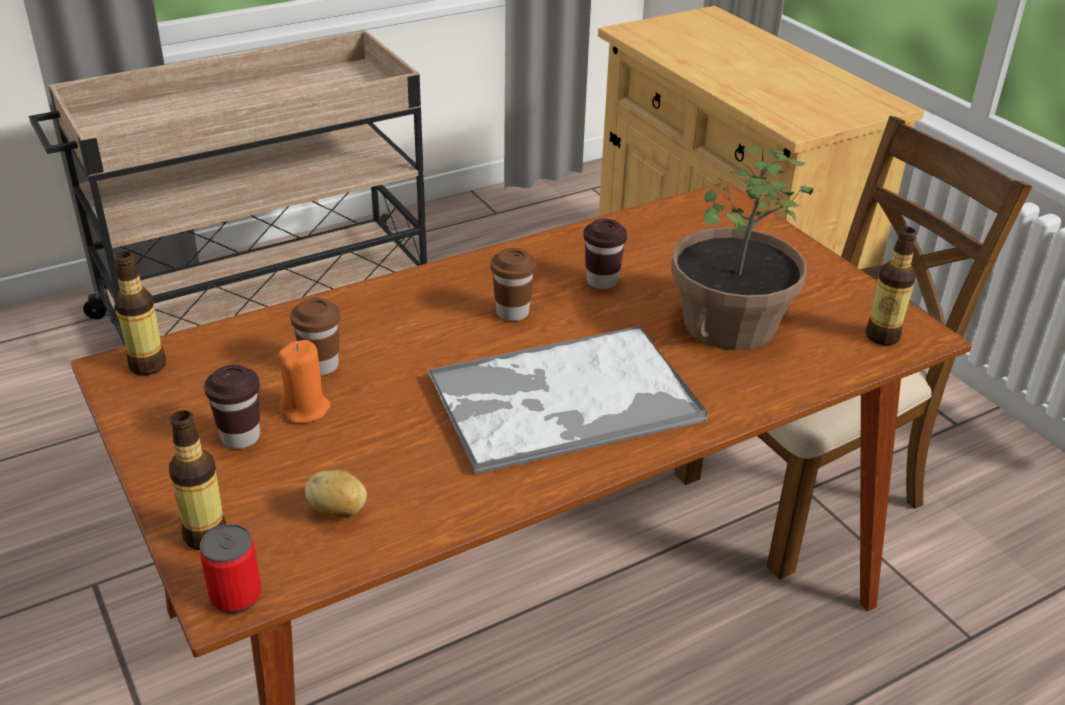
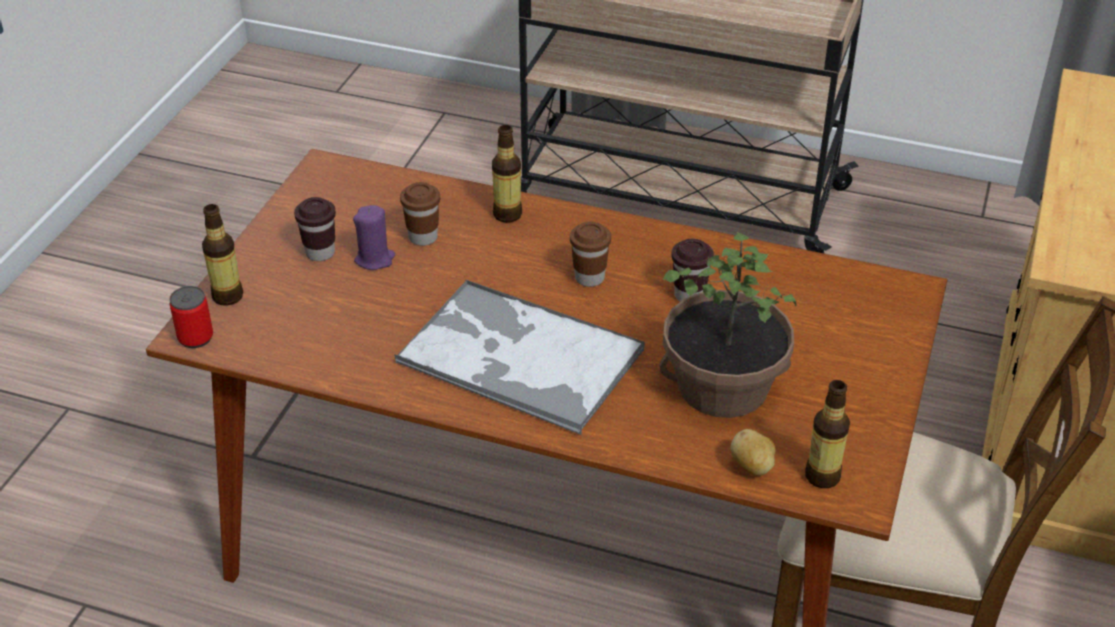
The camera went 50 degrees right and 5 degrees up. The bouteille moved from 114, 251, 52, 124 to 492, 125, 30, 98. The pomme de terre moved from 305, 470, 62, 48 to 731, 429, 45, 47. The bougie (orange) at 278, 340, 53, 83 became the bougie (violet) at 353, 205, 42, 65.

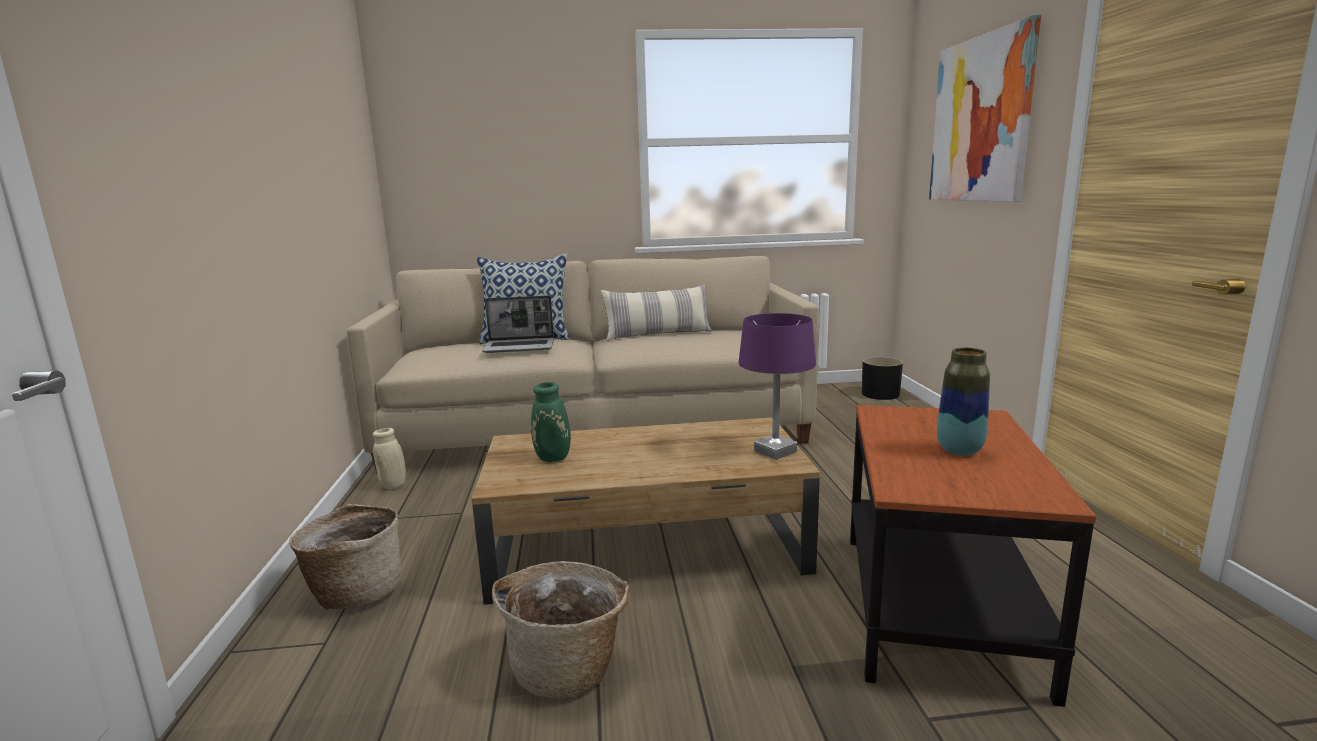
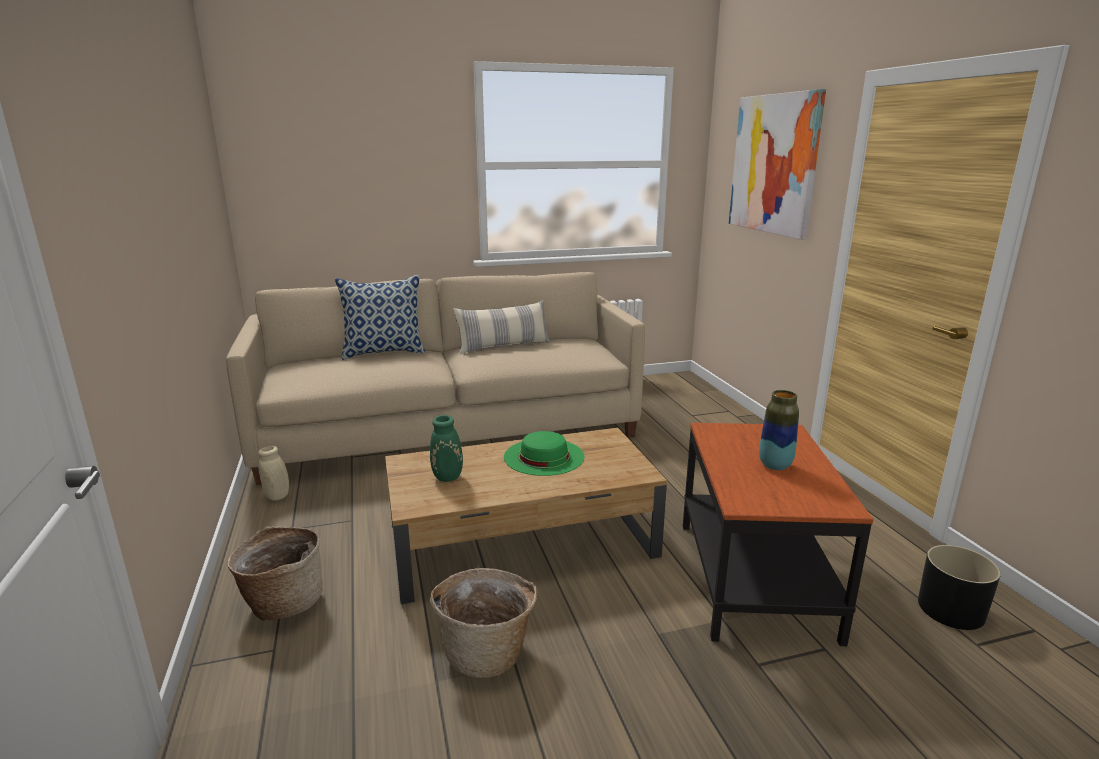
The camera went 10 degrees left and 5 degrees up. The ordinateur portable at 482, 296, 72, 57 disappeared. The lampe de table (violet) at 738, 313, 78, 147 disappeared. The chapeau (vert) at 504, 431, 80, 45 appeared. The cache-pot (noir) moved from 862, 357, 41, 43 to 918, 545, 83, 85.

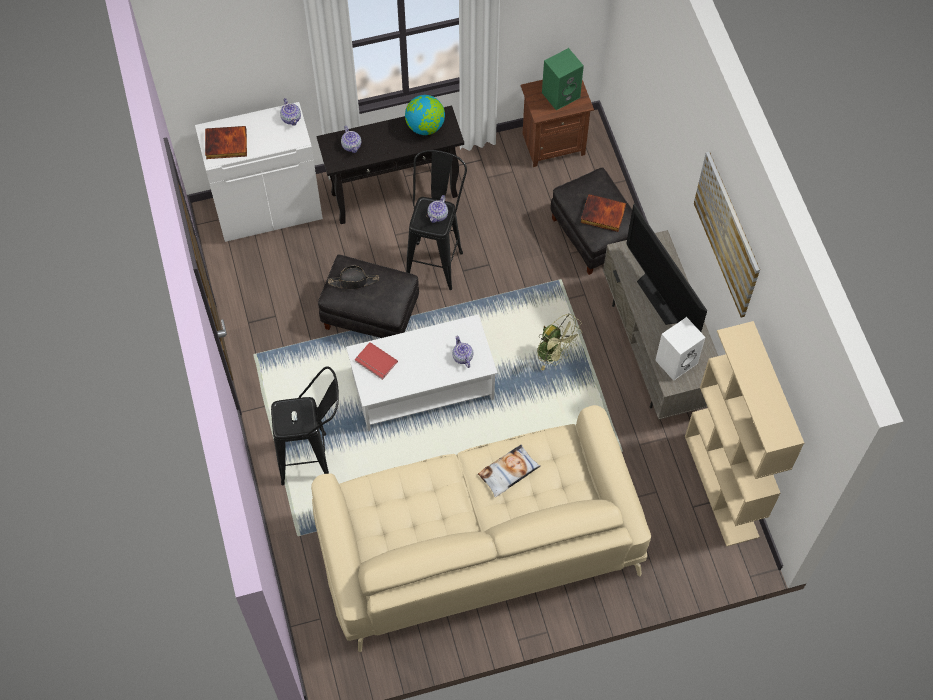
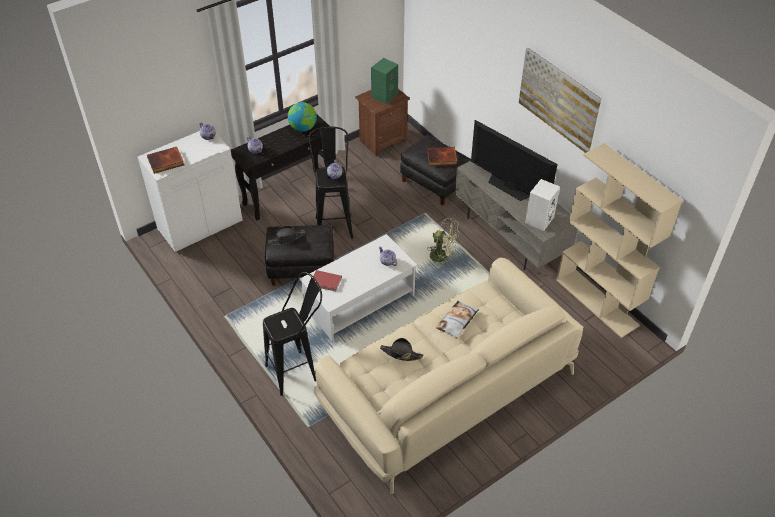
The camera went 20 degrees left and 15 degrees down. The chapeau (noir) at 380, 338, 43, 23 appeared.

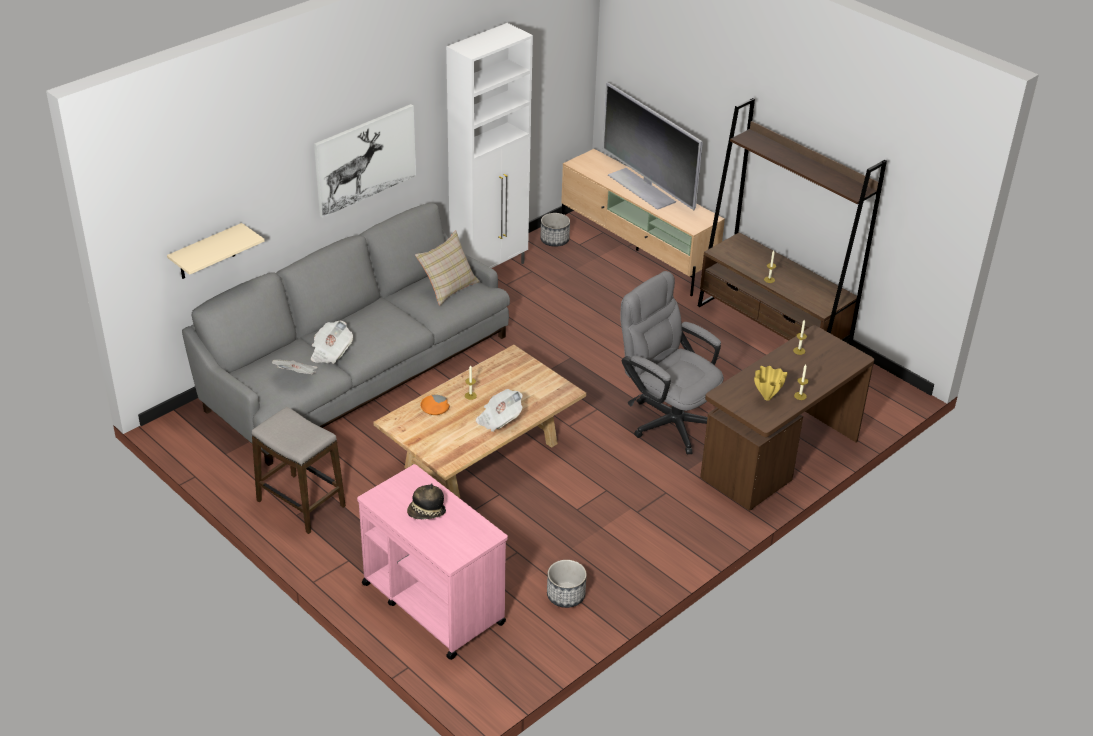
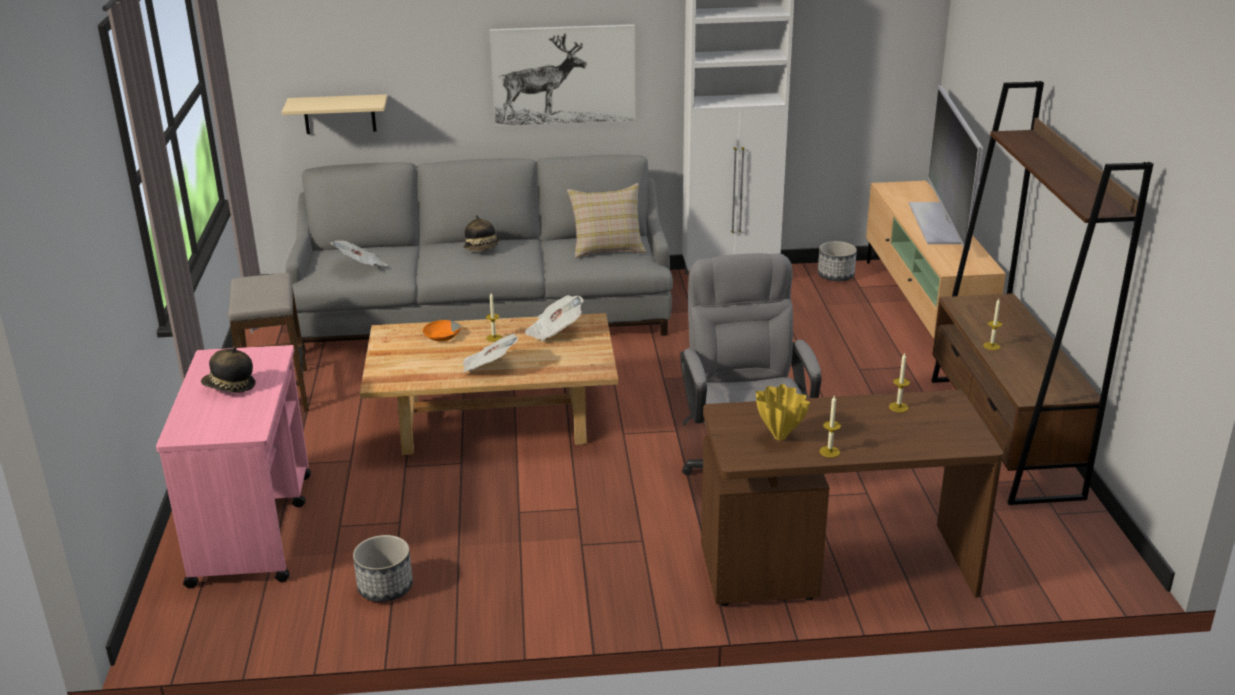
The camera went 40 degrees right and 10 degrees down. The chapeau at 463, 215, 37, 36 appeared. The journal moved from 311, 321, 42, 42 to 525, 295, 59, 46.

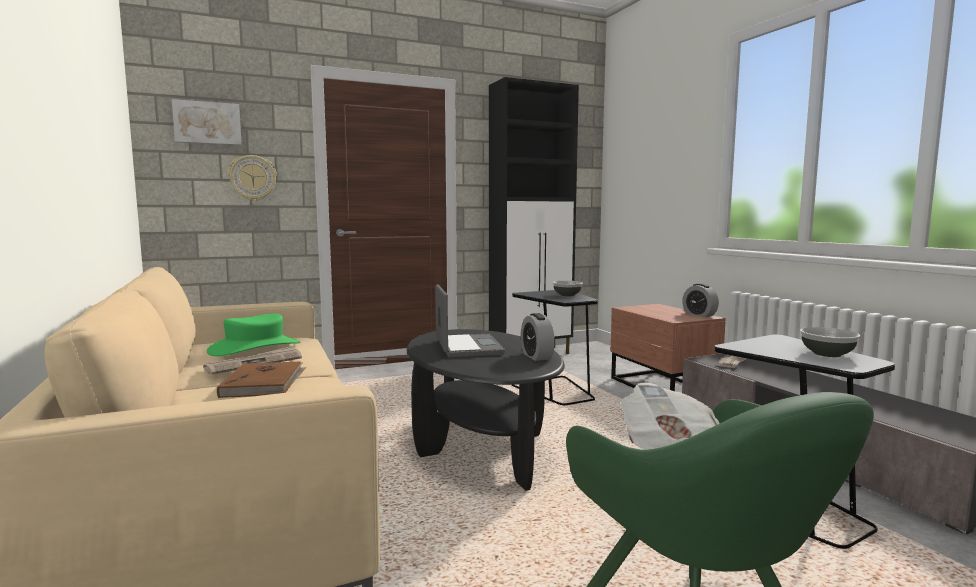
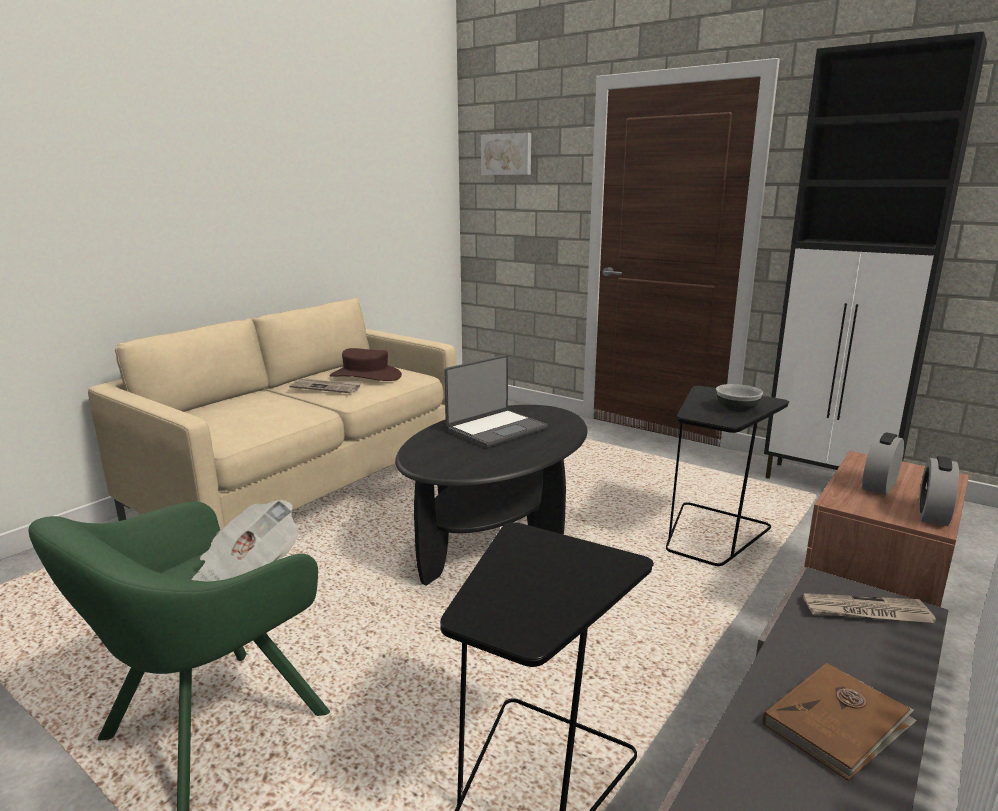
The camera went 60 degrees right and 10 degrees up. The horloge murale at 228, 155, 49, 46 disappeared. The bol at 800, 327, 60, 30 disappeared. The livre (marron) moved from 217, 362, 89, 36 to 763, 663, 154, 118. The réveil moved from 521, 313, 34, 48 to 862, 432, 42, 64. The chapeau (vert) at 207, 314, 93, 42 became the chapeau (marron) at 330, 348, 72, 33.

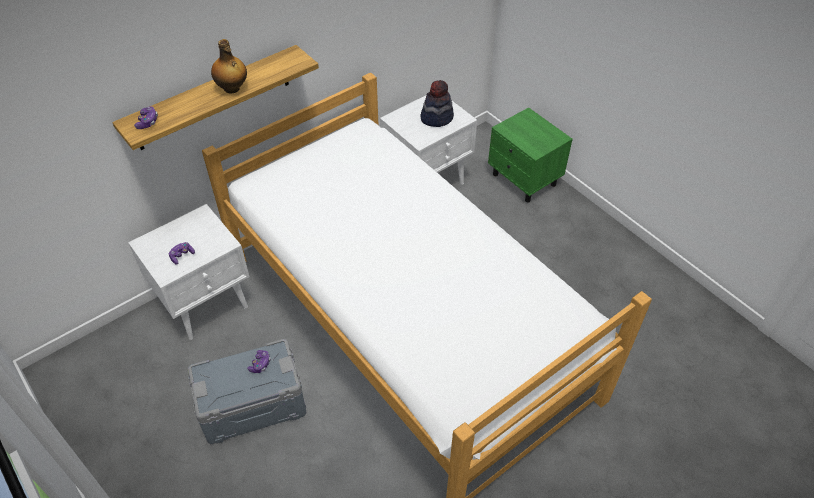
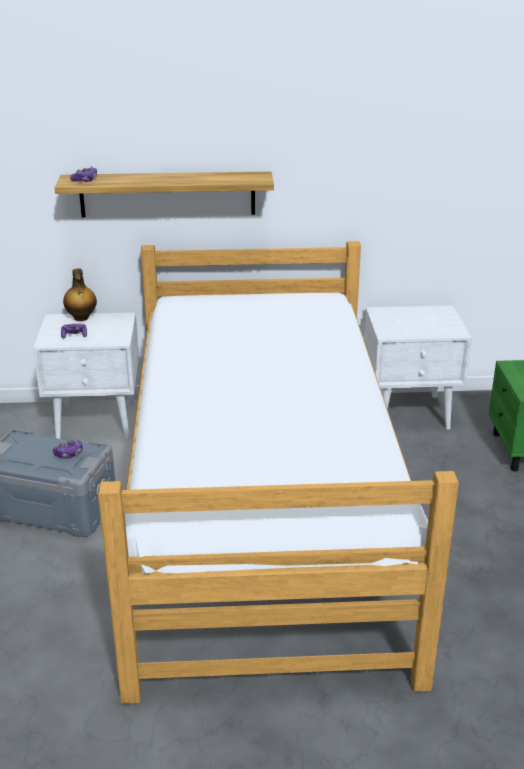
The camera went 35 degrees right and 20 degrees down. The chapeau at 420, 80, 34, 47 disappeared. The bouteille moved from 211, 39, 36, 55 to 63, 268, 34, 53.

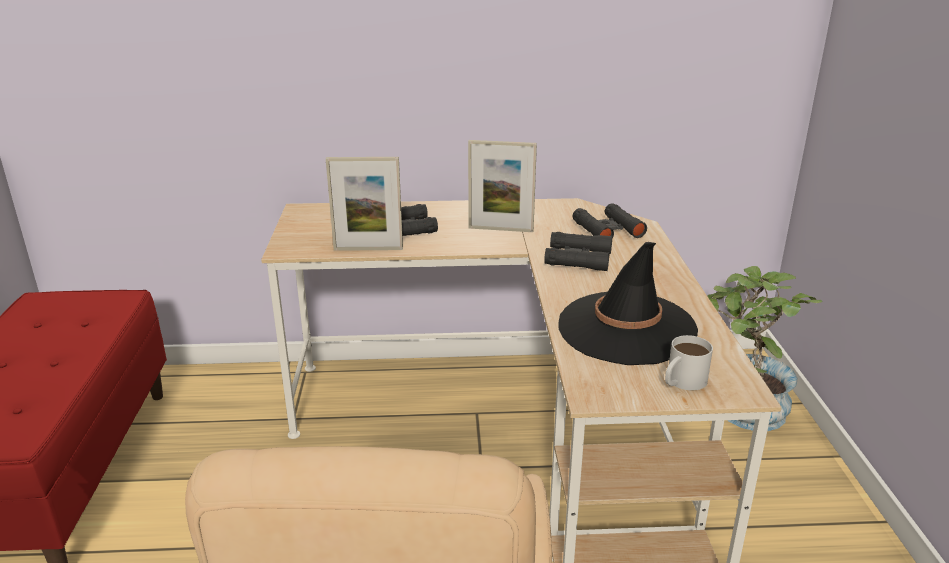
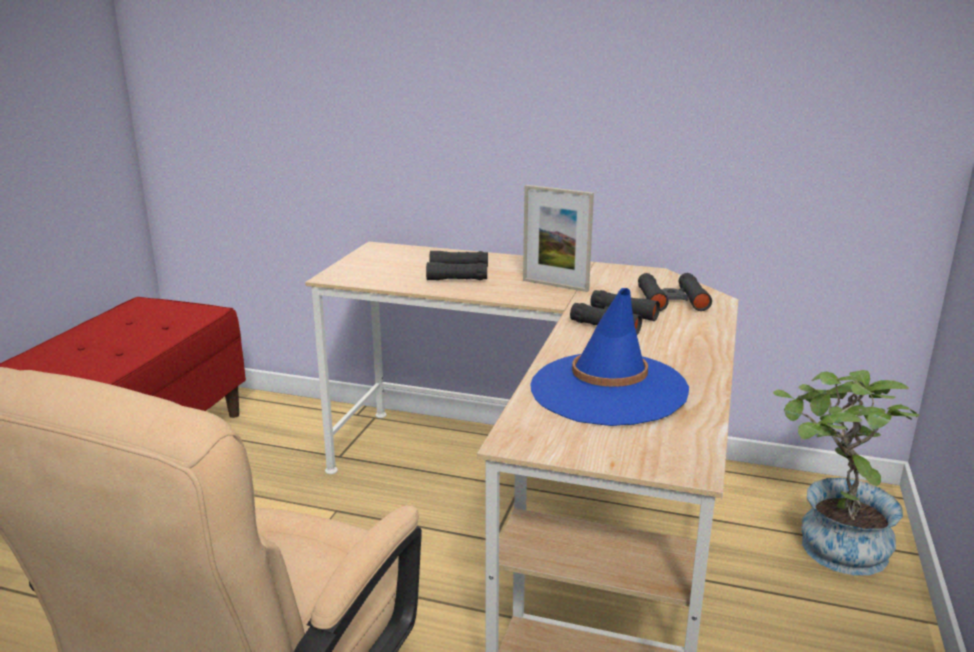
The camera went 20 degrees right and 5 degrees down. The cadre photo at 326, 157, 77, 94 disappeared. The mug (blanc) at 665, 335, 48, 55 disappeared. The chapeau (noir) at 559, 242, 139, 123 became the chapeau (bleu) at 531, 288, 158, 138.

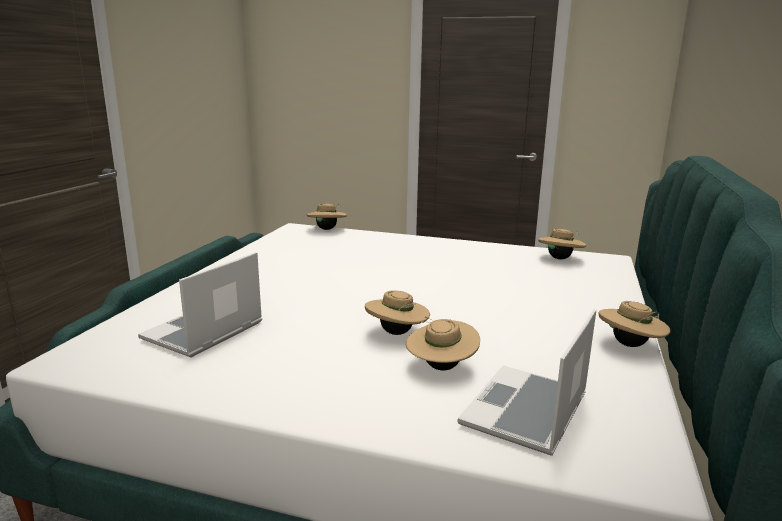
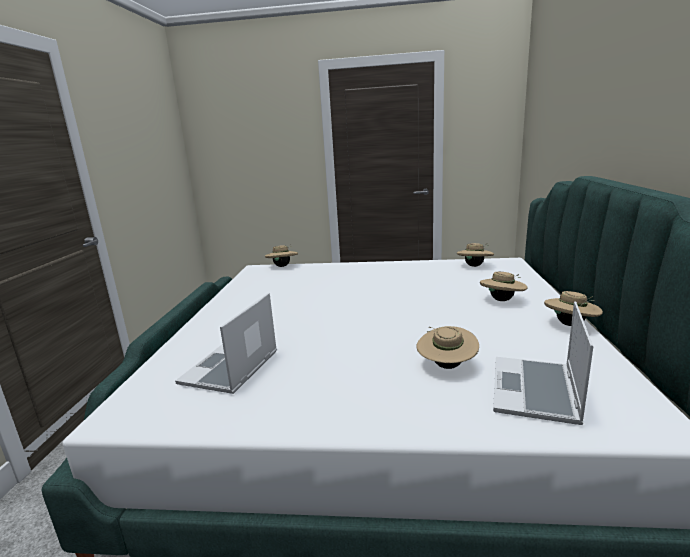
The camera went 10 degrees left and 0 degrees up. The chapeau (beige) moved from 365, 290, 65, 45 to 480, 272, 48, 29.

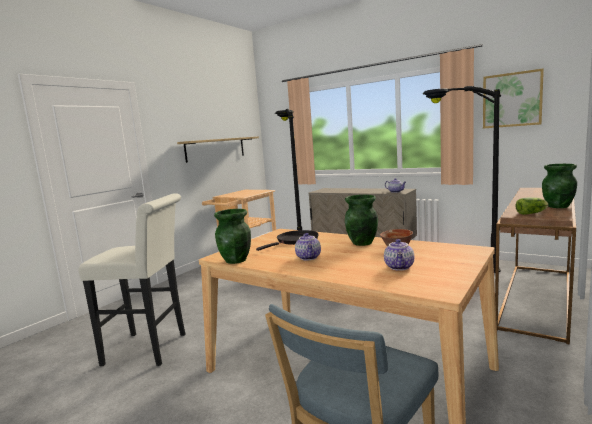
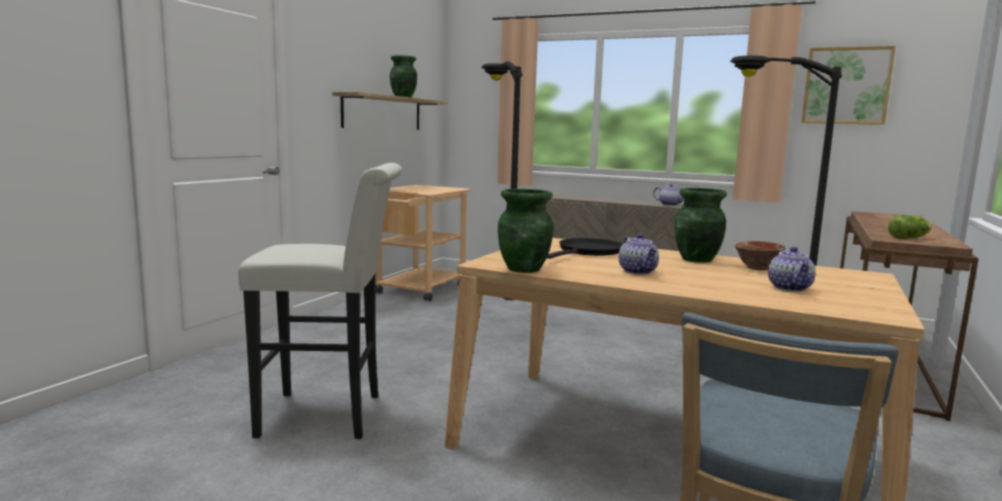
The camera went 10 degrees left and 0 degrees up. The vase (vert) moved from 542, 164, 35, 44 to 390, 55, 27, 42.

